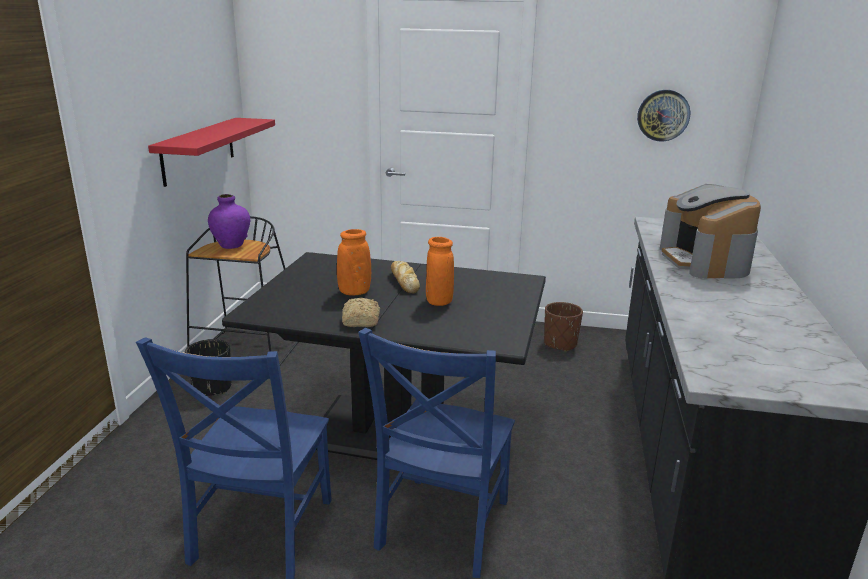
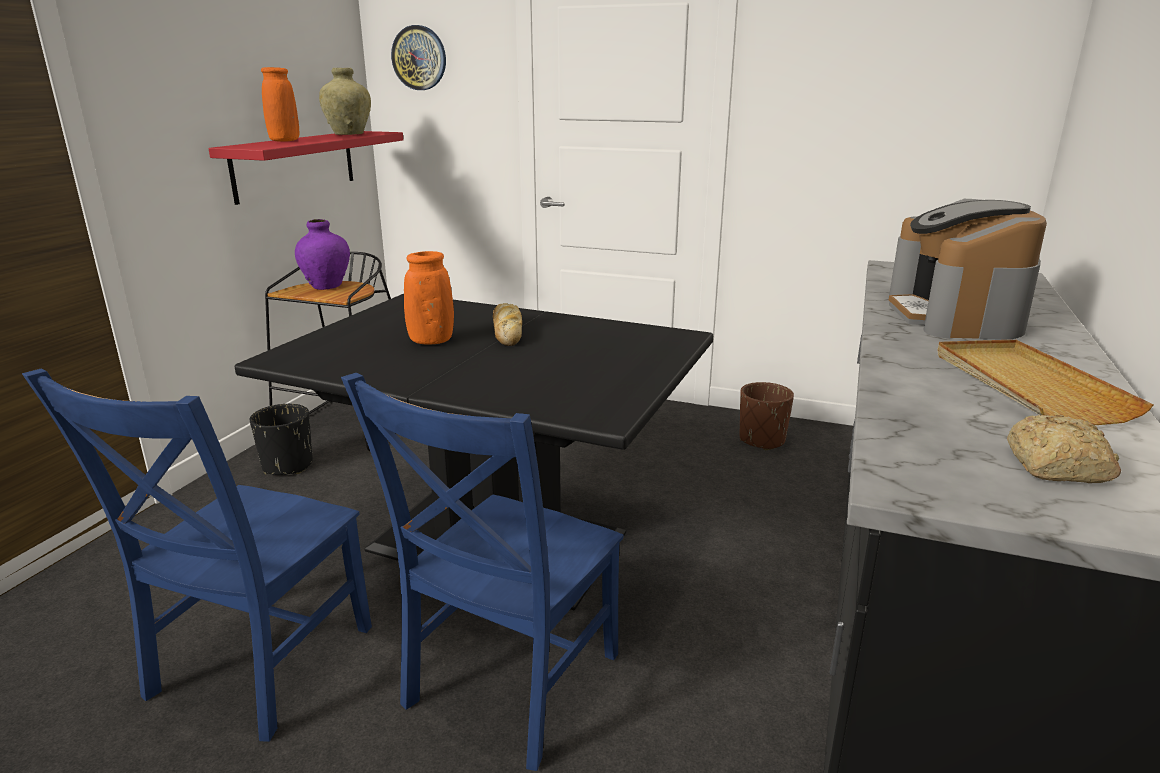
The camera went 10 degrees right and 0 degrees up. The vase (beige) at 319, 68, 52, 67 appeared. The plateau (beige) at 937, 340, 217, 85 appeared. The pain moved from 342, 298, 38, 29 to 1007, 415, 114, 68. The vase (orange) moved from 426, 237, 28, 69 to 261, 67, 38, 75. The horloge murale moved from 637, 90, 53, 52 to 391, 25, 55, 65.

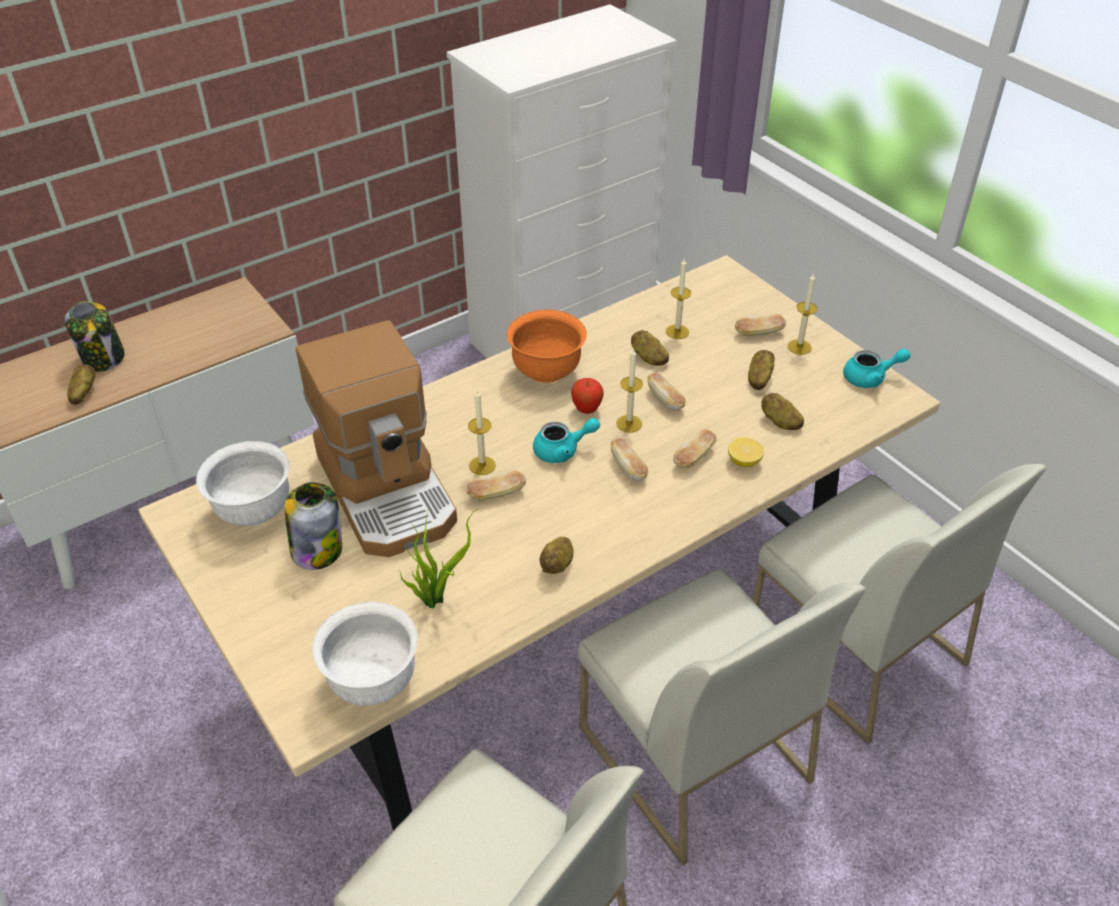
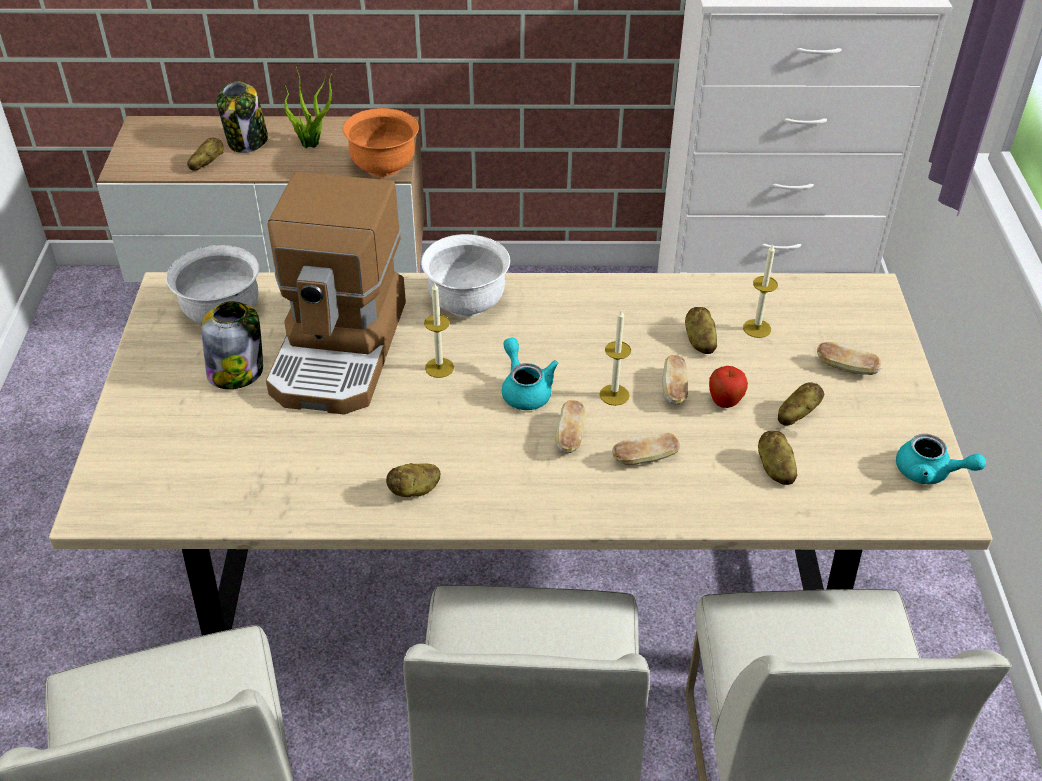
The camera went 35 degrees right and 0 degrees up. The pain at 466, 470, 60, 30 disappeared. The citron at 728, 437, 36, 30 disappeared. The bougie at 788, 273, 29, 82 disappeared. The bol (blanc) moved from 313, 602, 105, 103 to 421, 234, 89, 83. The plante en pot moved from 398, 508, 81, 100 to 283, 67, 53, 81. The bol (orange) moved from 507, 310, 80, 73 to 343, 108, 76, 69. The pomme moved from 571, 378, 33, 36 to 709, 366, 39, 42. The théière (turquoise) at 533, 418, 67, 45 turned 135 degrees counterclockwise.

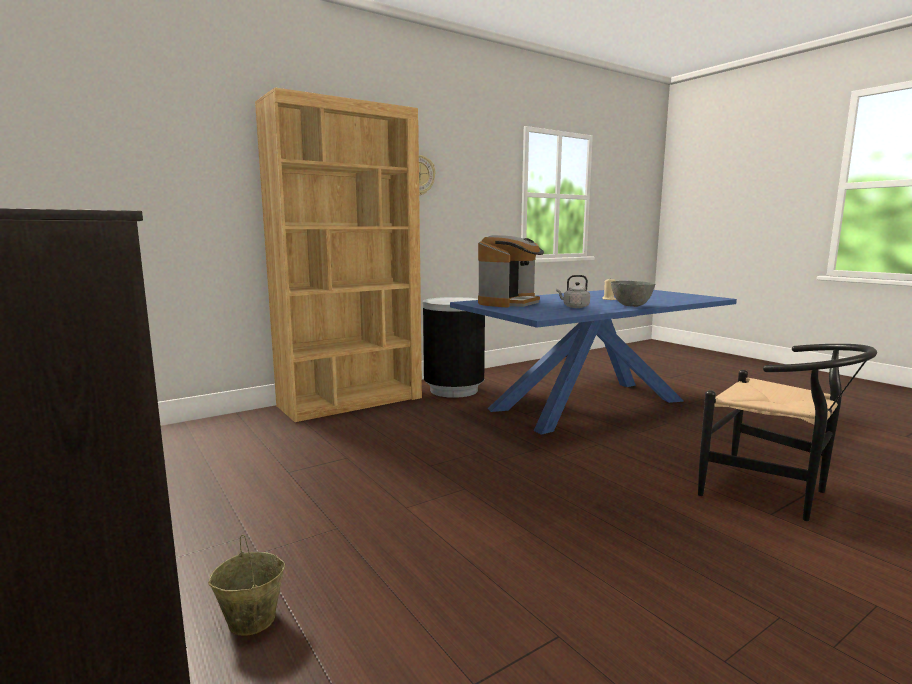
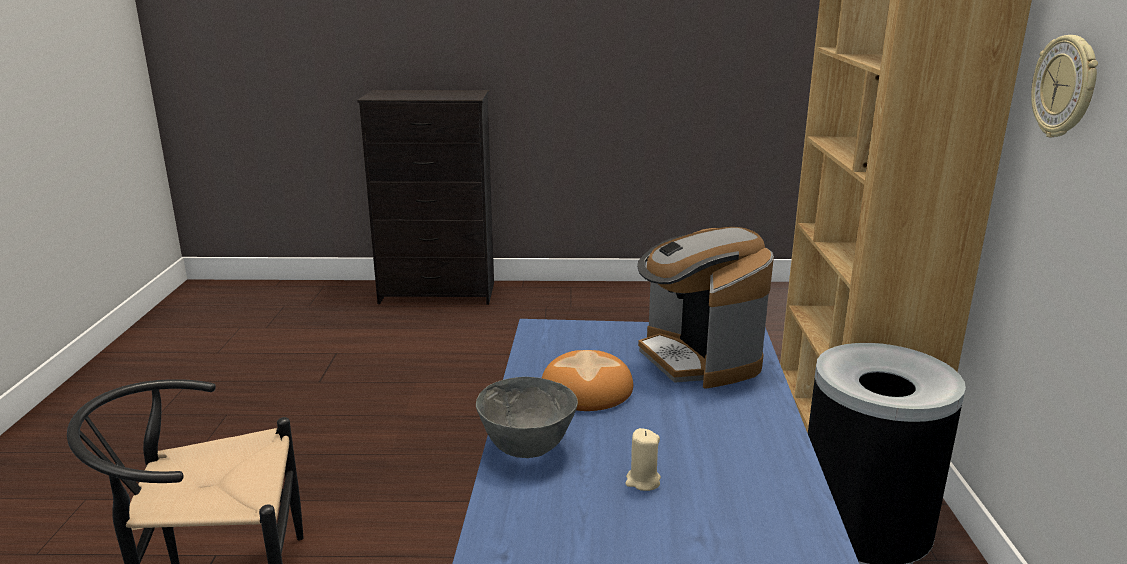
The camera went 125 degrees right and 10 degrees up. The seau (beige) at 208, 535, 77, 101 disappeared. The bouilloire (gris) at 556, 275, 34, 33 was replaced by the pain at 542, 350, 91, 61.

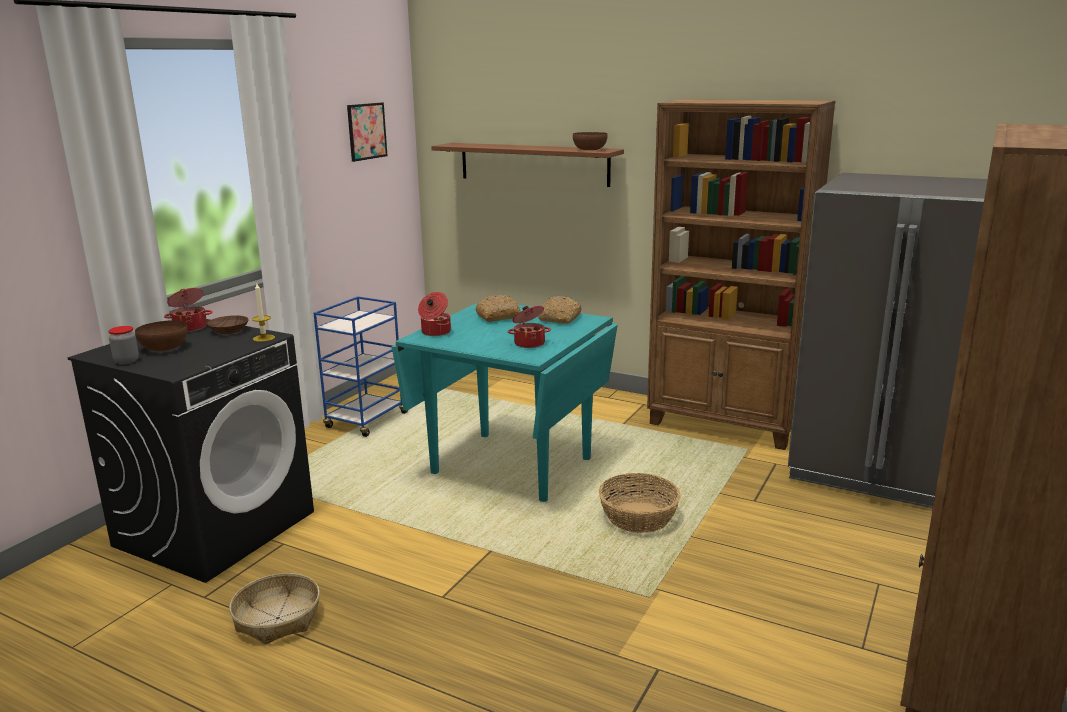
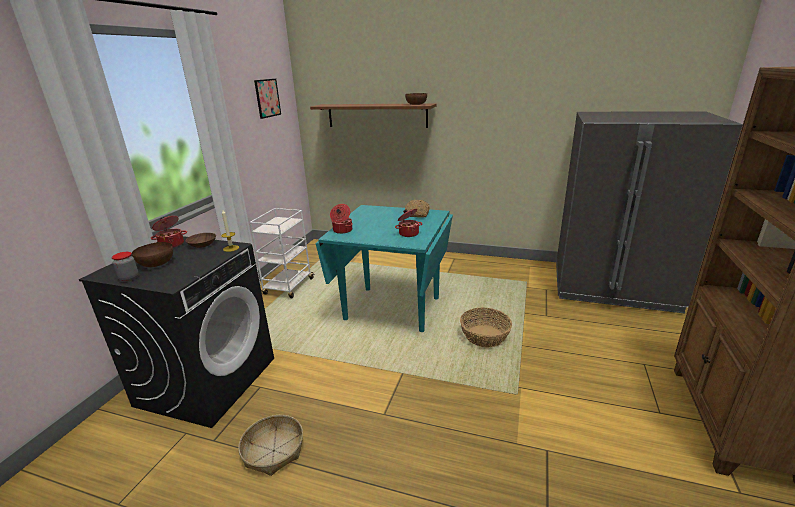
The camera went 10 degrees left and 5 degrees up. The pain at 476, 295, 45, 27 disappeared. The bibliothèque (marron) at 647, 99, 188, 351 disappeared. The chariot (bleu) at 313, 296, 95, 141 became the chariot (blanc) at 250, 208, 65, 90.

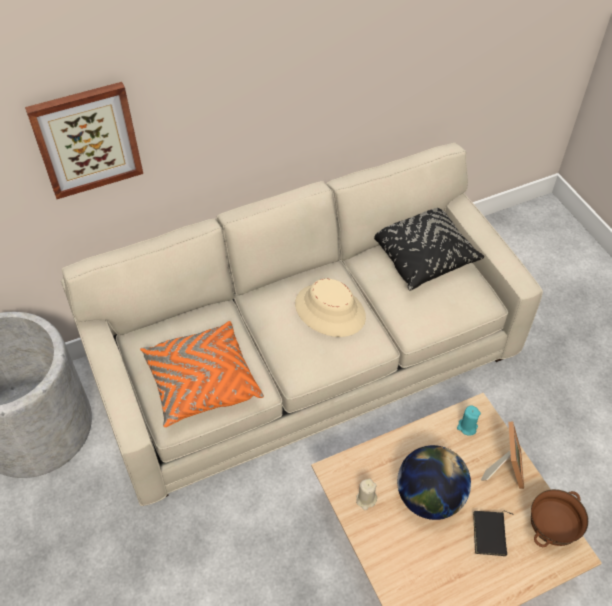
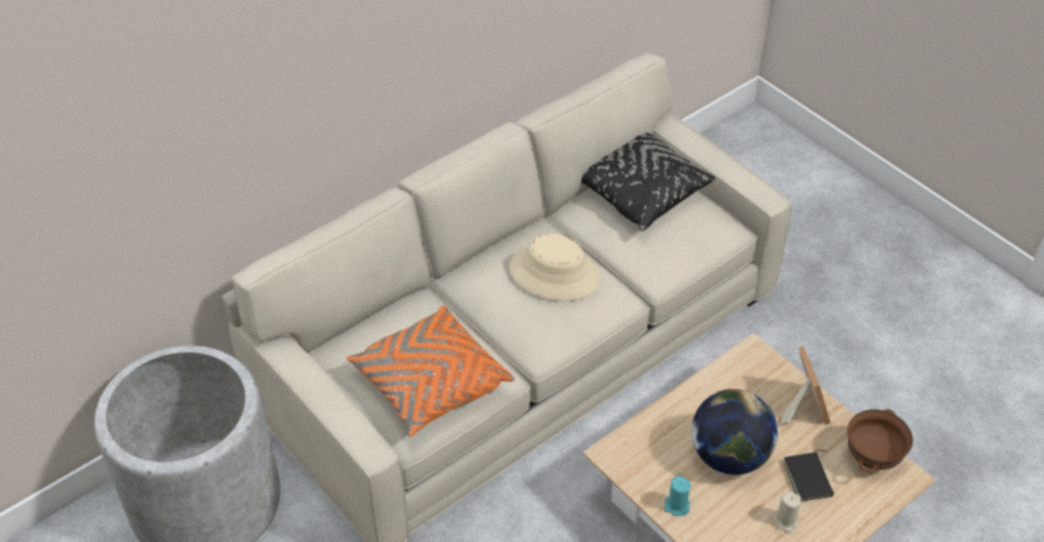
The camera went 15 degrees left and 5 degrees down. The tableau at 25, 82, 118, 117 disappeared. The bougie (beige) moved from 356, 479, 21, 31 to 774, 491, 27, 42. The bougie (turquoise) moved from 457, 405, 24, 31 to 664, 476, 27, 40.

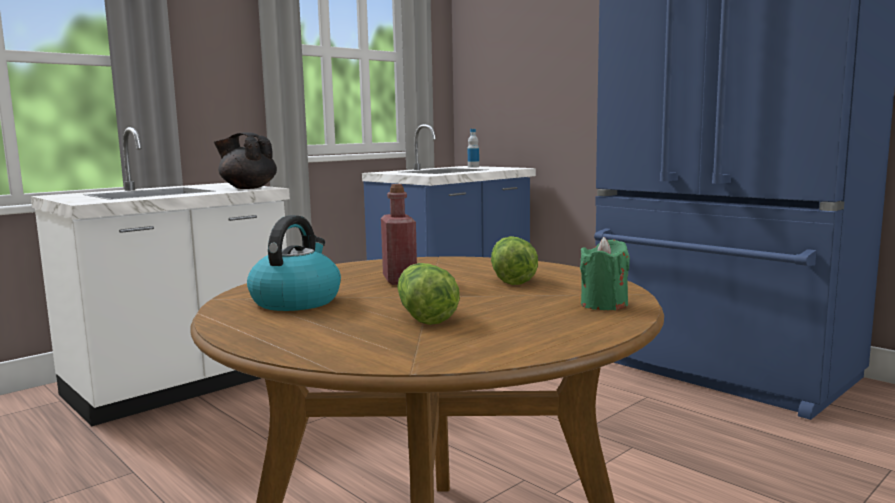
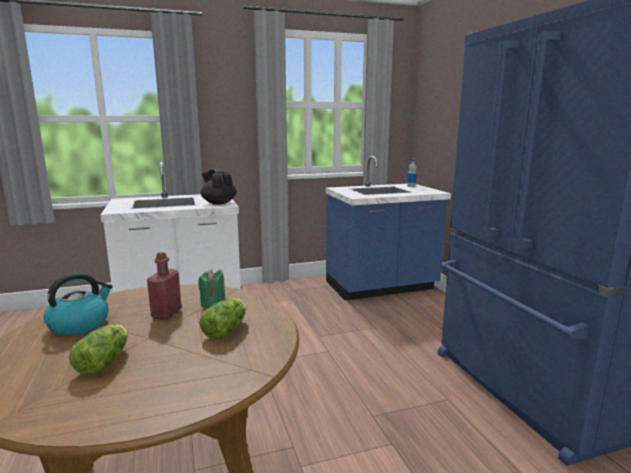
The camera went 25 degrees right and 5 degrees up. The bougie (vert) moved from 580, 237, 50, 73 to 198, 269, 28, 40.

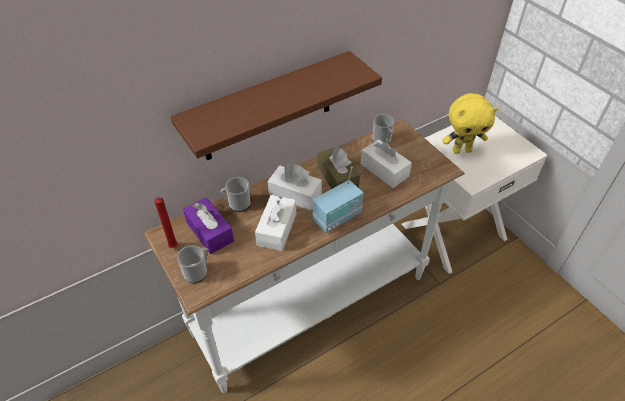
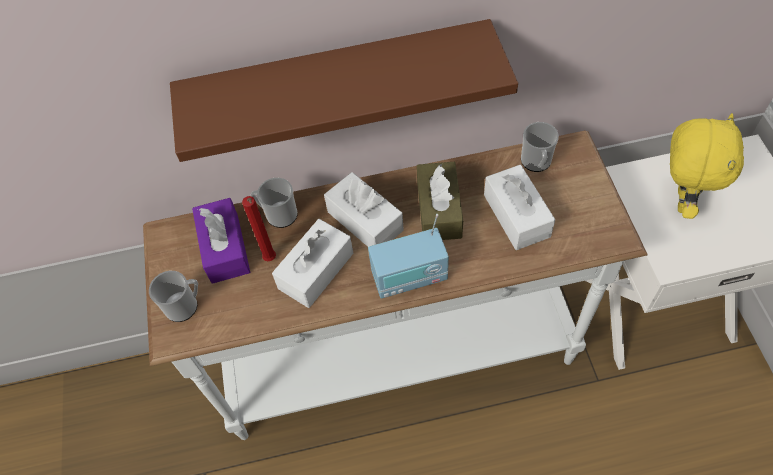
The camera went 25 degrees right and 10 degrees up. The bougie (rouge) moved from 154, 196, 24, 52 to 242, 196, 34, 65. The peluche (jaune) at 442, 93, 56, 61 turned 90 degrees counterclockwise.

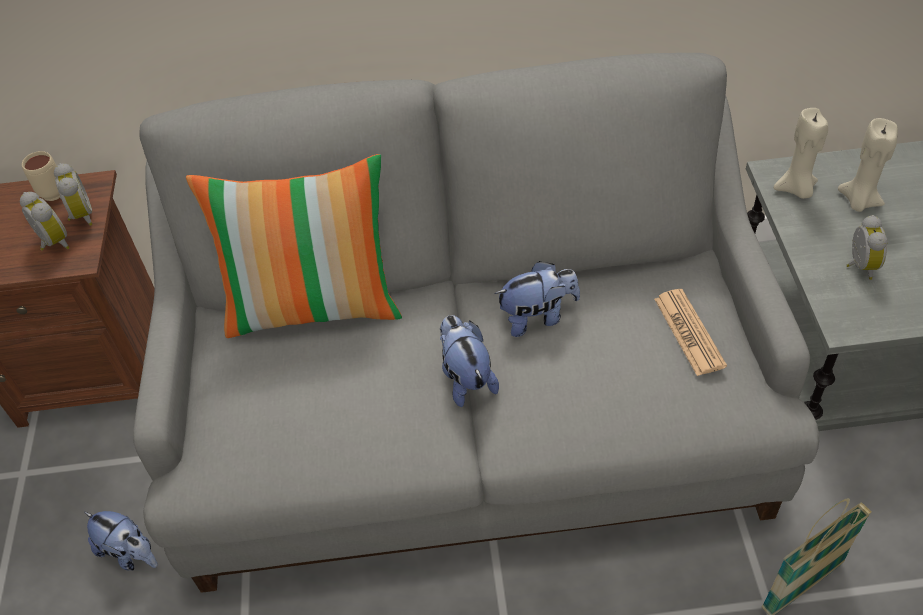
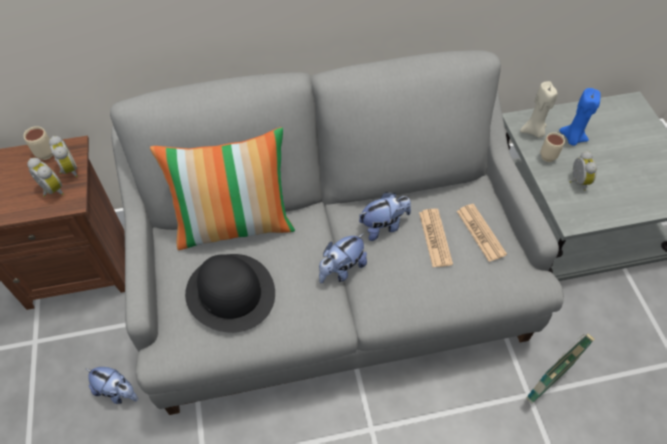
The camera went 10 degrees left and 5 degrees up. The chapeau (noir) at 185, 254, 90, 79 appeared. The journal at 419, 209, 34, 58 appeared. The mug (beige) at 540, 132, 25, 30 appeared. The bougie (beige) at 838, 118, 60, 94 became the bougie (bleu) at 559, 88, 42, 58. The peluche at 440, 315, 59, 92 turned 105 degrees counterclockwise.

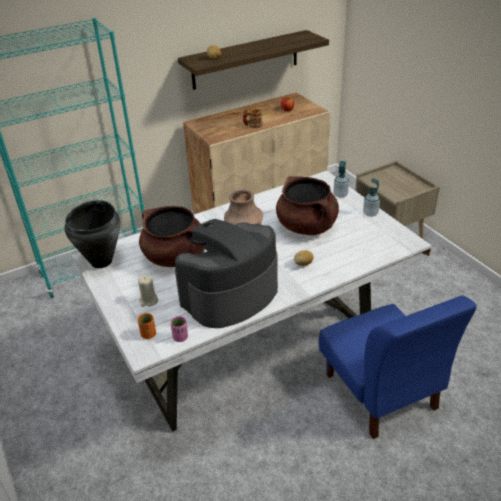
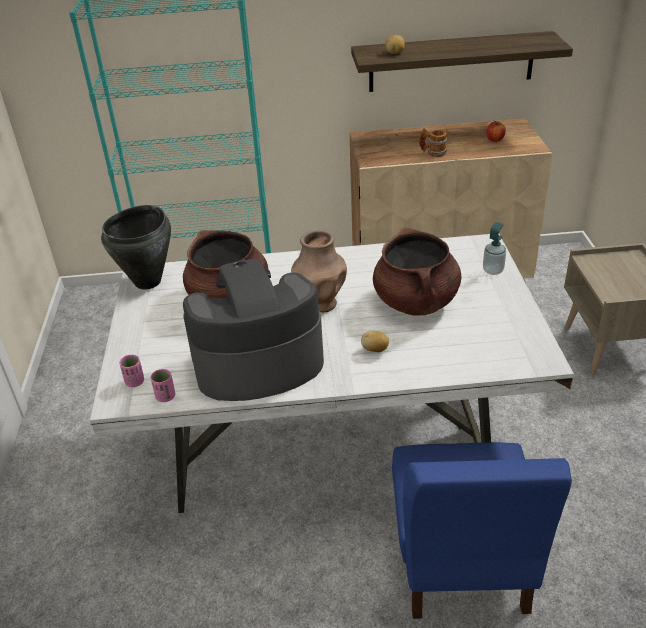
The camera went 25 degrees right and 0 degrees up. The bougie (beige) at 138, 275, 20, 32 disappeared. The distributeur de savon at 363, 178, 17, 39 disappeared. The tasse (orange) at 138, 313, 18, 26 became the tasse (rose) at 119, 355, 25, 32.

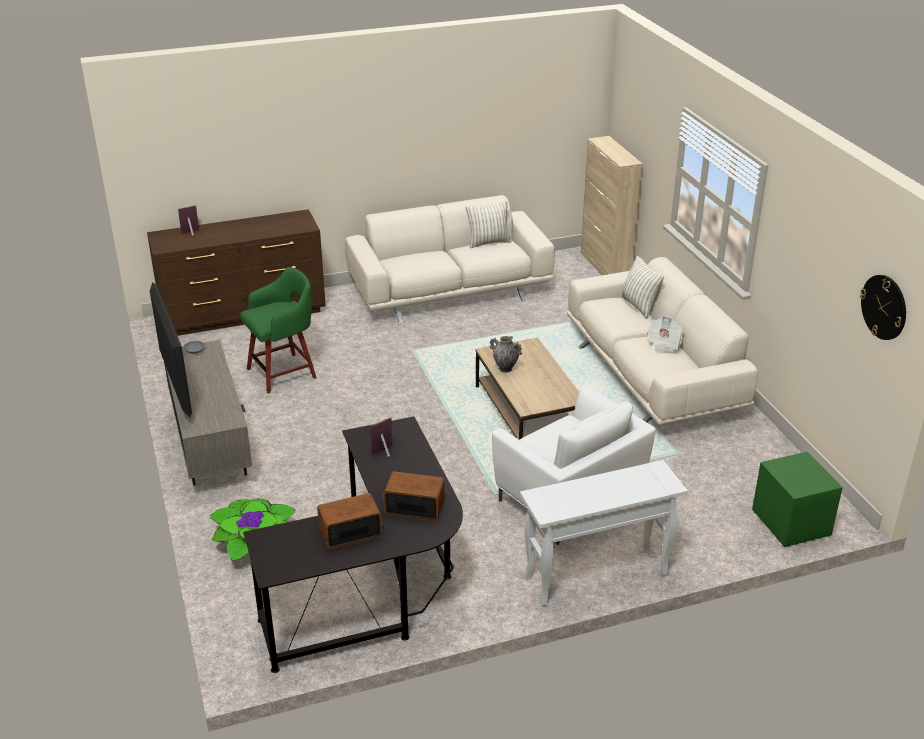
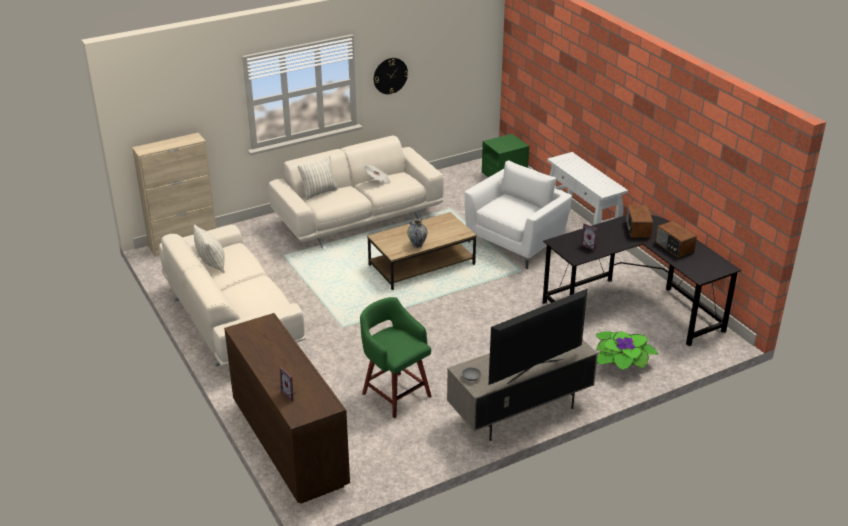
The camera went 100 degrees left and 0 degrees up. The horloge murale moved from 860, 275, 46, 65 to 374, 58, 34, 36.

